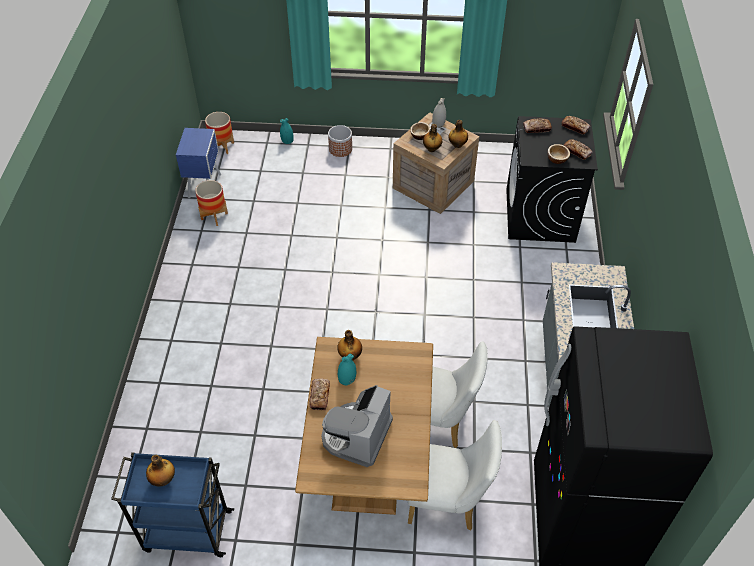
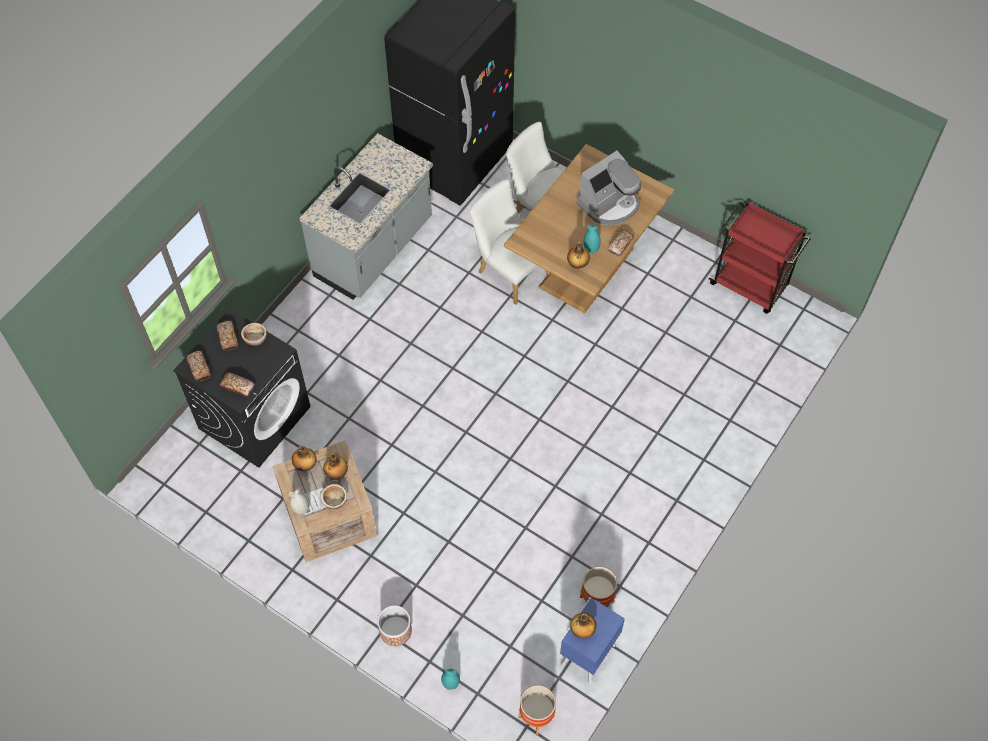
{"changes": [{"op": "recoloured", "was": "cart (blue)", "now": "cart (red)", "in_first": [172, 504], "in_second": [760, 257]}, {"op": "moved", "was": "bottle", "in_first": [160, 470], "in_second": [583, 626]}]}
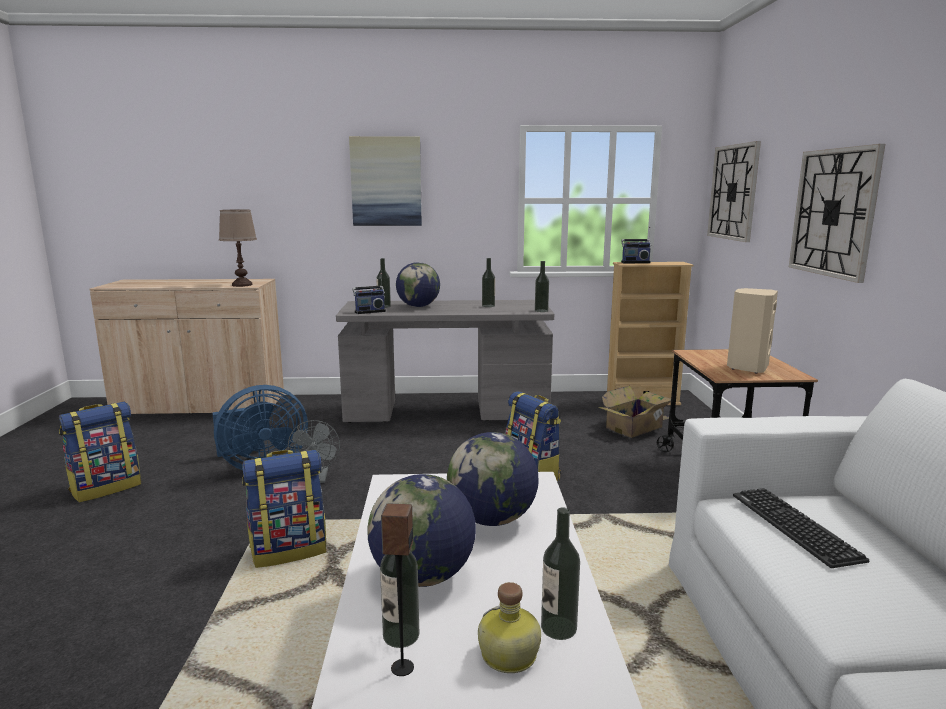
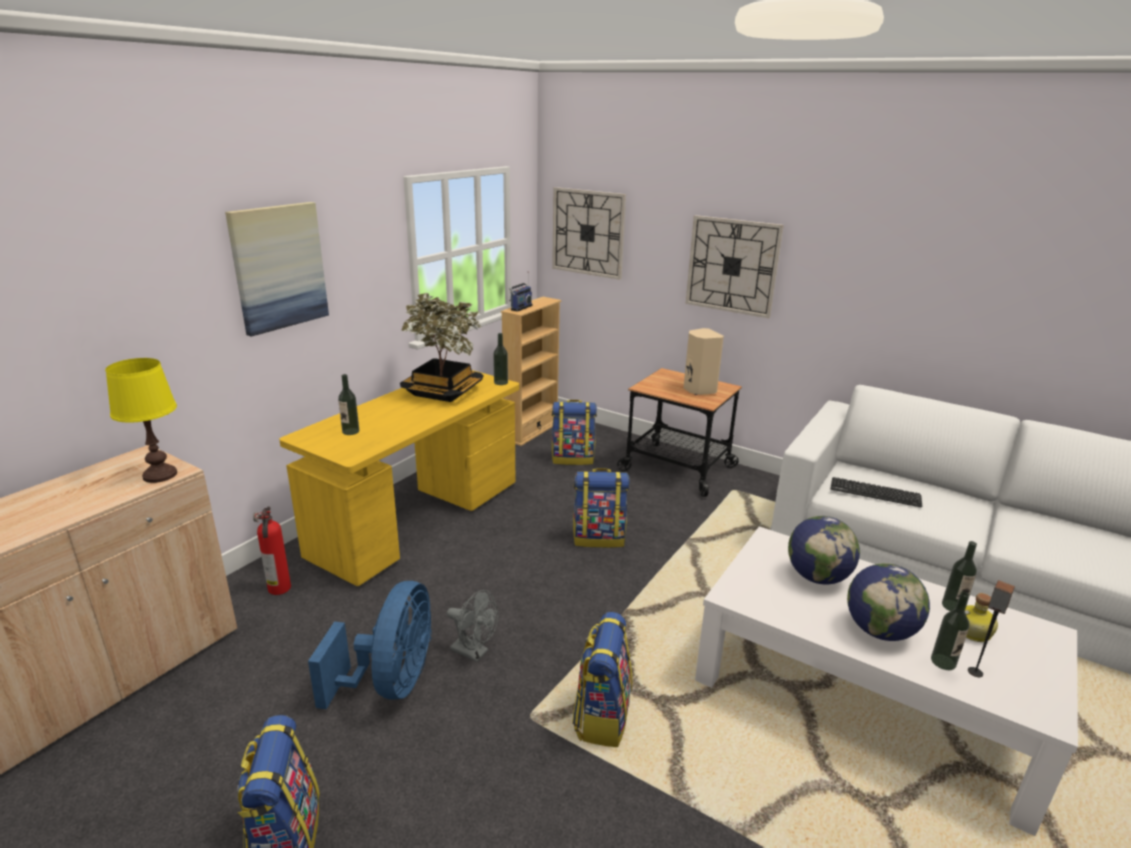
{"changes": [{"op": "recoloured", "was": "table lamp (brown)", "now": "table lamp (yellow)", "in_first": [238, 248], "in_second": [141, 420]}, {"op": "recoloured", "was": "desk (grey)", "now": "desk (yellow)", "in_first": [445, 361], "in_second": [399, 478]}, {"op": "removed", "was": "radio", "in_first": [369, 293]}, {"op": "removed", "was": "globe", "in_first": [418, 284]}, {"op": "replaced", "was": "bottle", "now": "potted plant", "in_first": [488, 282], "in_second": [442, 347]}, {"op": "replaced", "was": "cardboard box", "now": "backpack", "in_first": [634, 412], "in_second": [574, 432]}, {"op": "added", "now": "fire extinguisher", "in_second": [272, 551]}]}
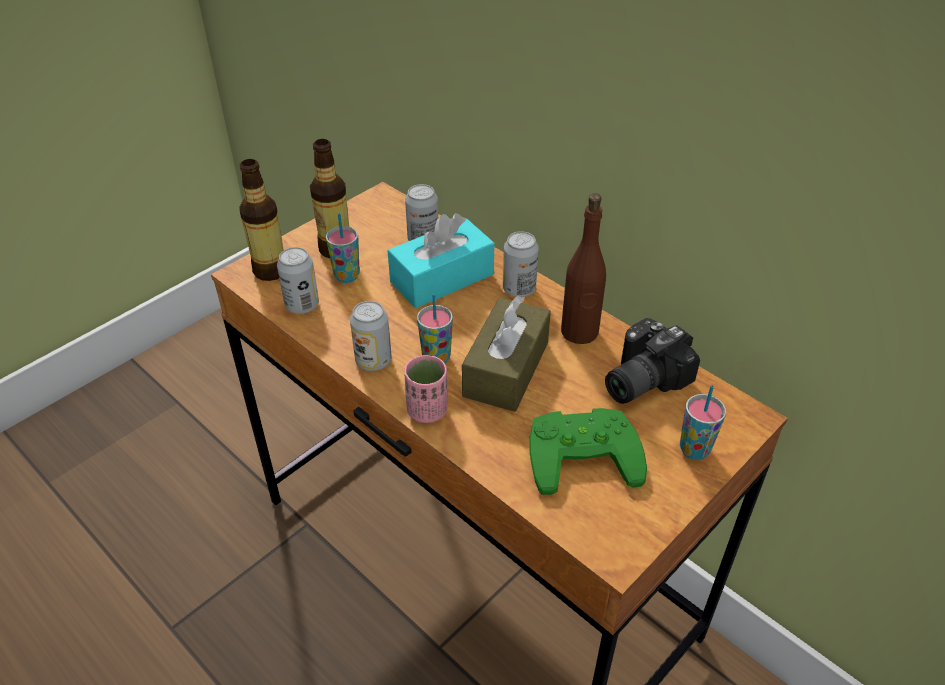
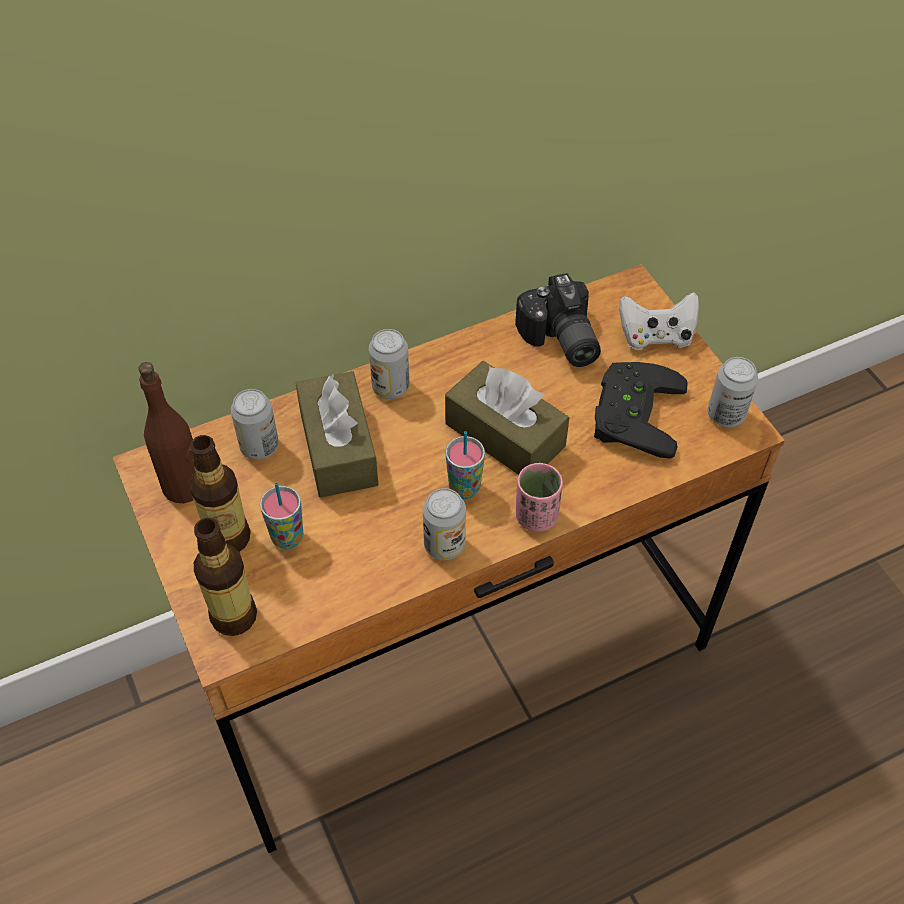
{"changes": [{"op": "moved", "was": "can", "in_first": [298, 280], "in_second": [733, 392]}, {"op": "recoloured", "was": "tissue box (turquoise)", "now": "tissue box (brown)", "in_first": [441, 260], "in_second": [337, 434]}, {"op": "recoloured", "was": "game controller (green)", "now": "game controller (black)", "in_first": [588, 451], "in_second": [641, 410]}, {"op": "moved", "was": "bottle (brown)", "in_first": [583, 268], "in_second": [166, 432]}, {"op": "replaced", "was": "cup", "now": "game controller (white)", "in_first": [703, 422], "in_second": [659, 321]}]}
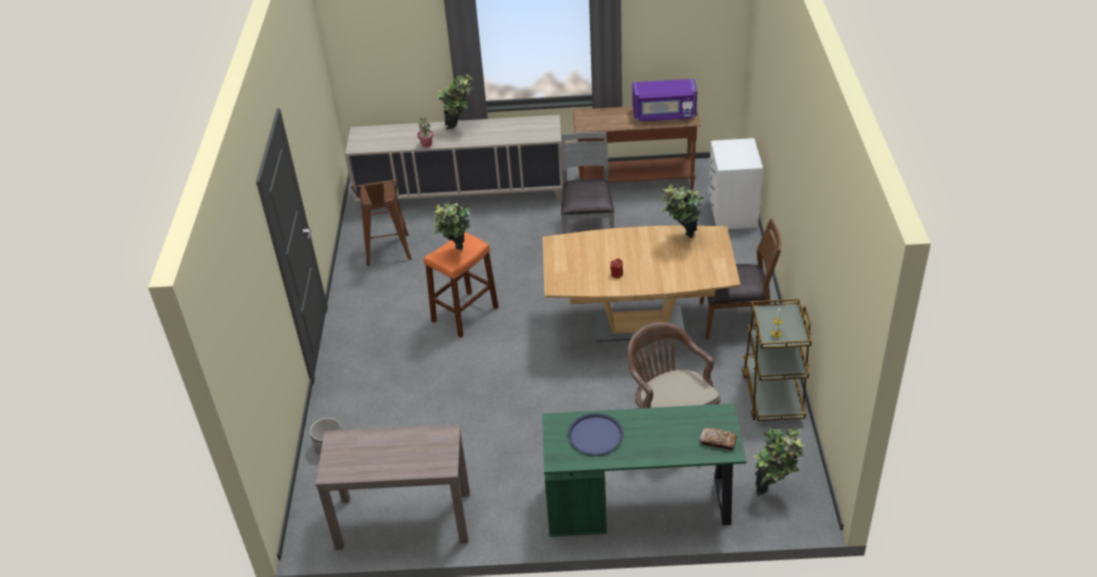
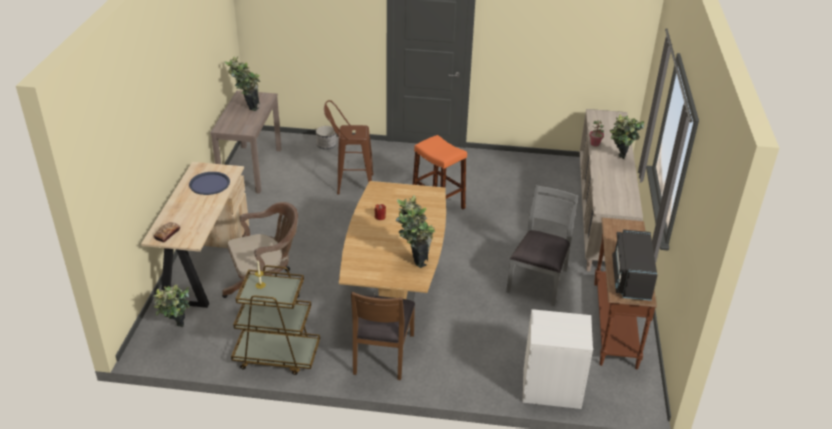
{"changes": [{"op": "moved", "was": "stool (brown)", "in_first": [381, 223], "in_second": [349, 147]}, {"op": "moved", "was": "potted plant", "in_first": [452, 226], "in_second": [242, 83]}, {"op": "recoloured", "was": "desk (green)", "now": "desk (beige)", "in_first": [644, 470], "in_second": [195, 235]}, {"op": "turned", "was": "chair (grey)", "in_first": [587, 183], "in_second": [542, 245], "clockwise": -75}, {"op": "recoloured", "was": "microwave (purple)", "now": "microwave (black)", "in_first": [664, 100], "in_second": [634, 265]}]}
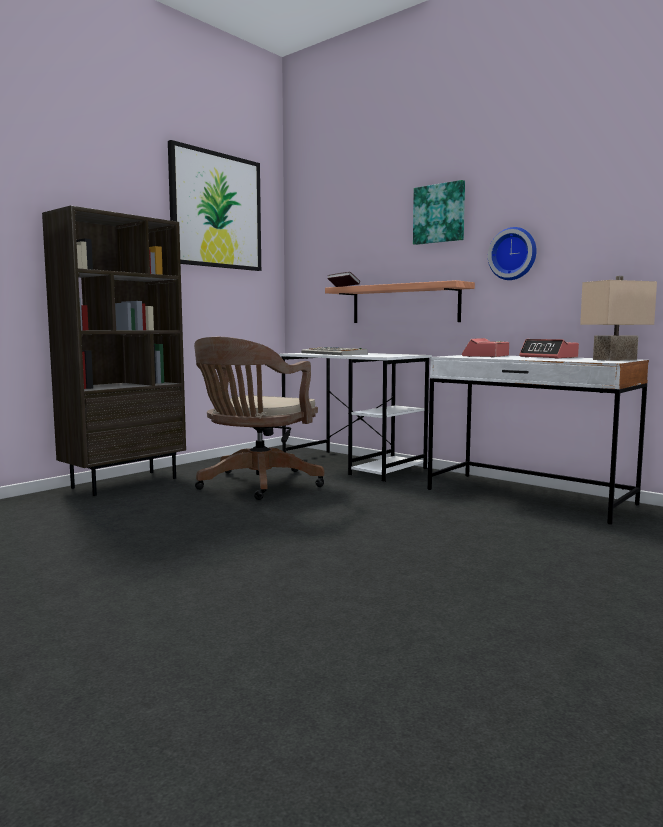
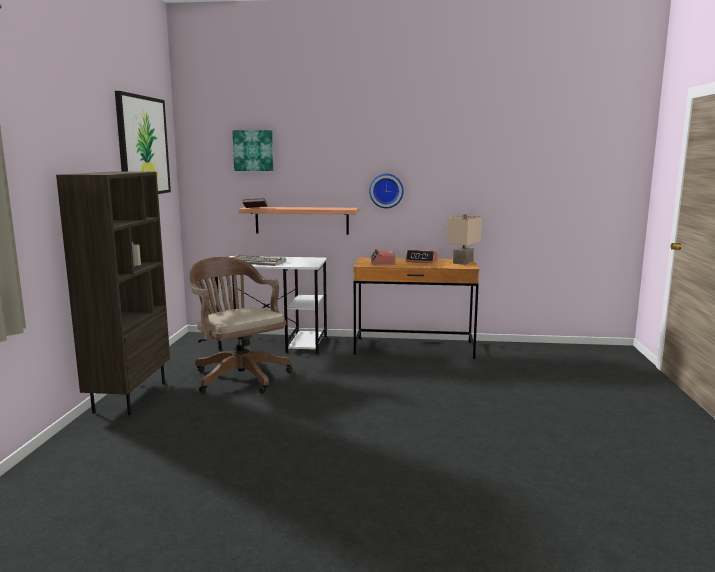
{"changes": [{"op": "turned", "was": "office chair (brown)", "in_first": [259, 418], "in_second": [241, 325], "clockwise": 150}, {"op": "moved", "was": "picture", "in_first": [439, 212], "in_second": [253, 150]}, {"op": "recoloured", "was": "desk (white)", "now": "desk (brown)", "in_first": [538, 440], "in_second": [416, 308]}]}
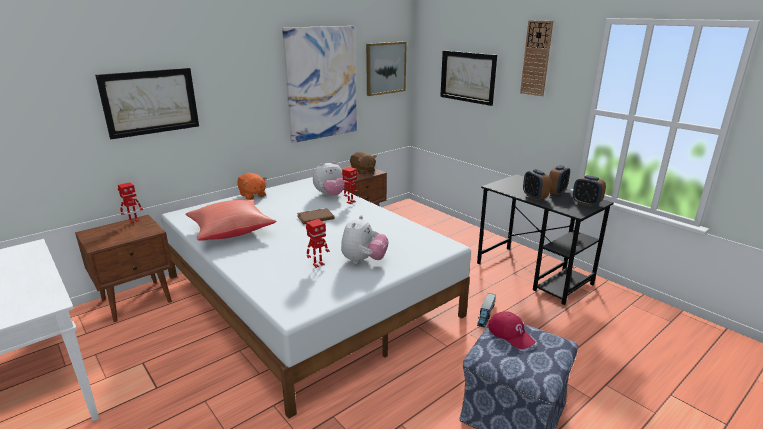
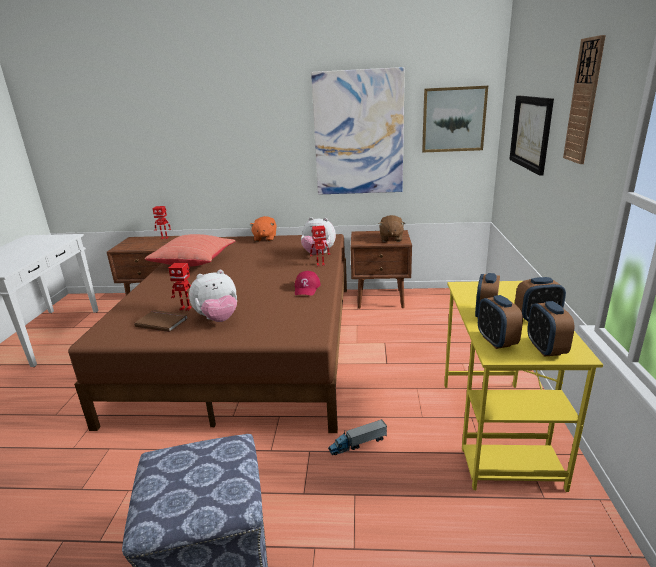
{"changes": [{"op": "removed", "was": "picture", "in_first": [147, 103]}, {"op": "recoloured", "was": "bed (white)", "now": "bed (brown)", "in_first": [316, 298], "in_second": [207, 333]}, {"op": "moved", "was": "book (brown)", "in_first": [315, 216], "in_second": [161, 321]}, {"op": "recoloured", "was": "desk (black)", "now": "desk (yellow)", "in_first": [545, 239], "in_second": [523, 386]}, {"op": "moved", "was": "cap (red)", "in_first": [512, 330], "in_second": [308, 283]}, {"op": "added", "now": "alarm clock", "in_second": [500, 322]}]}
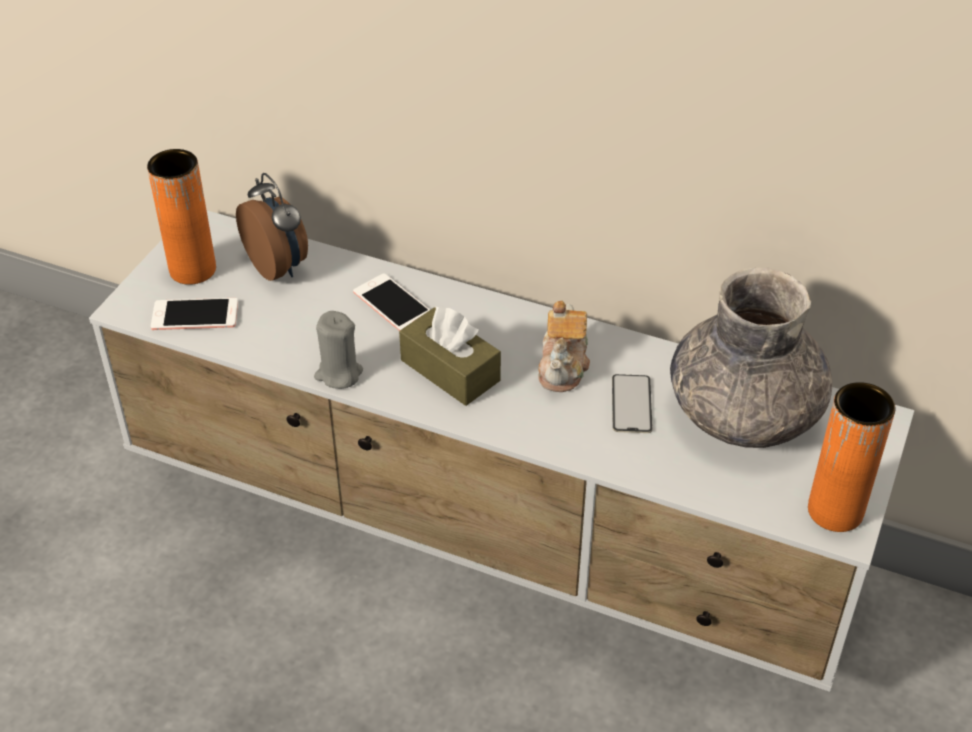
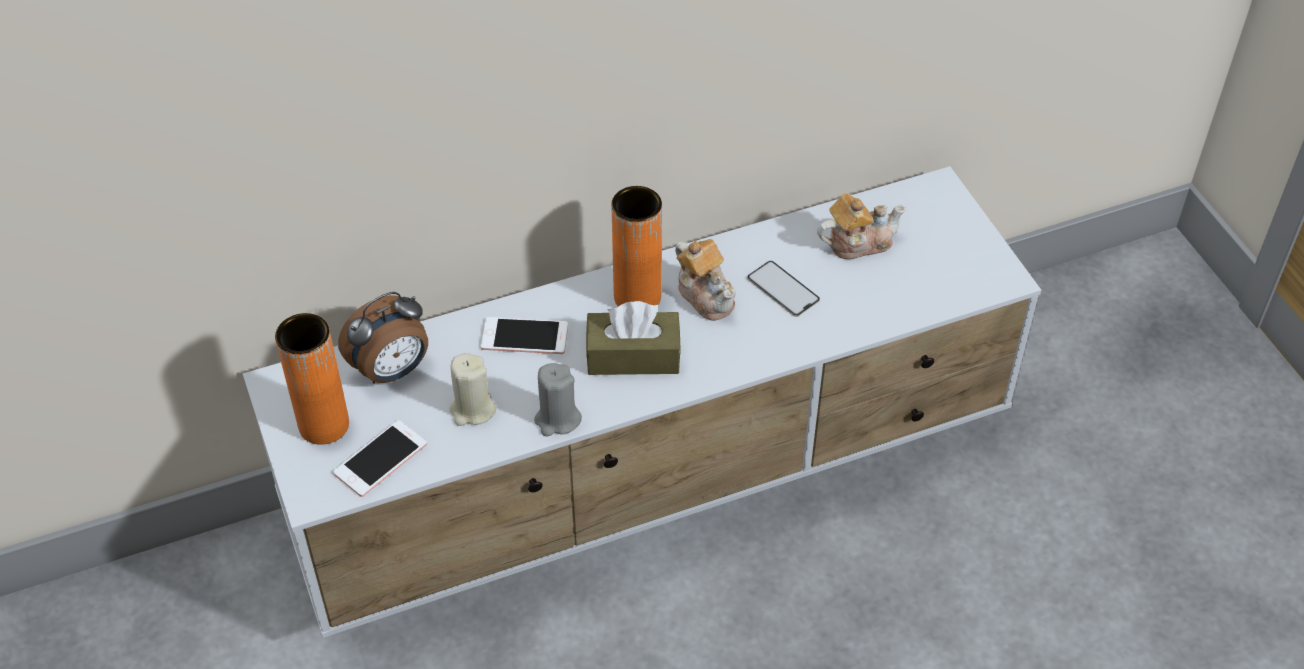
{"changes": [{"op": "turned", "was": "alarm clock", "in_first": [272, 227], "in_second": [383, 338], "clockwise": 135}, {"op": "replaced", "was": "vase (grey)", "now": "teapot", "in_first": [751, 358], "in_second": [861, 226]}, {"op": "moved", "was": "vase (orange)", "in_first": [852, 457], "in_second": [636, 246]}, {"op": "added", "now": "candle (beige)", "in_second": [472, 389]}]}
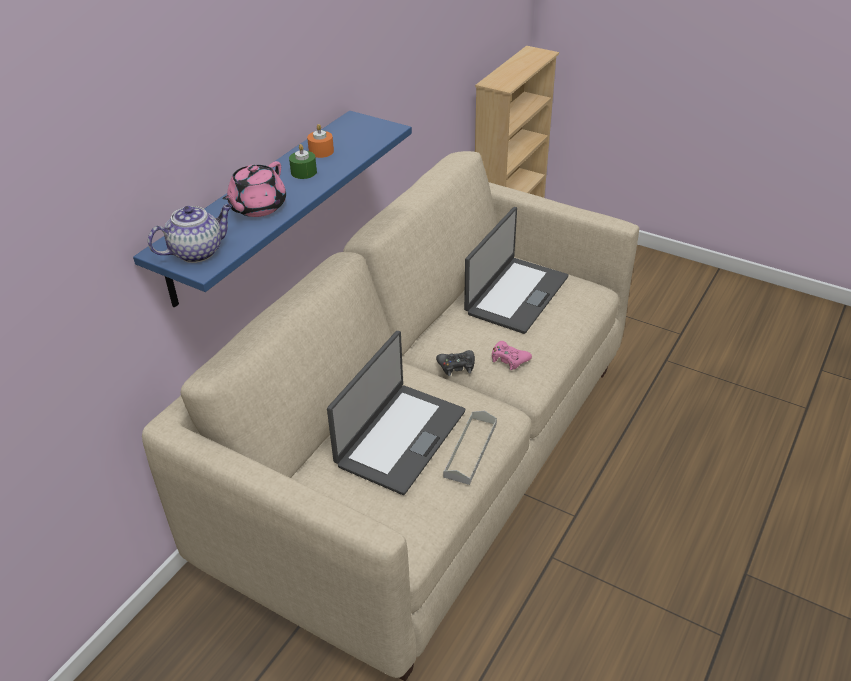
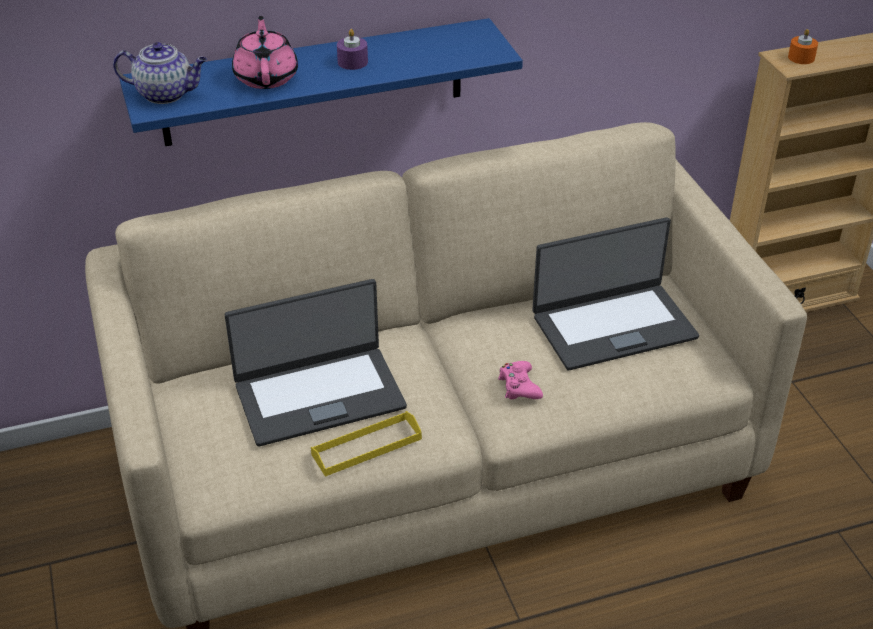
{"changes": [{"op": "turned", "was": "teapot (pink)", "in_first": [254, 189], "in_second": [265, 52], "clockwise": 105}, {"op": "recoloured", "was": "candle (green)", "now": "candle (purple)", "in_first": [303, 161], "in_second": [352, 49]}, {"op": "moved", "was": "candle (orange)", "in_first": [320, 141], "in_second": [803, 46]}, {"op": "removed", "was": "game controller (black)", "in_first": [455, 363]}, {"op": "recoloured", "was": "tray (grey)", "now": "tray (yellow)", "in_first": [470, 448], "in_second": [366, 444]}]}
